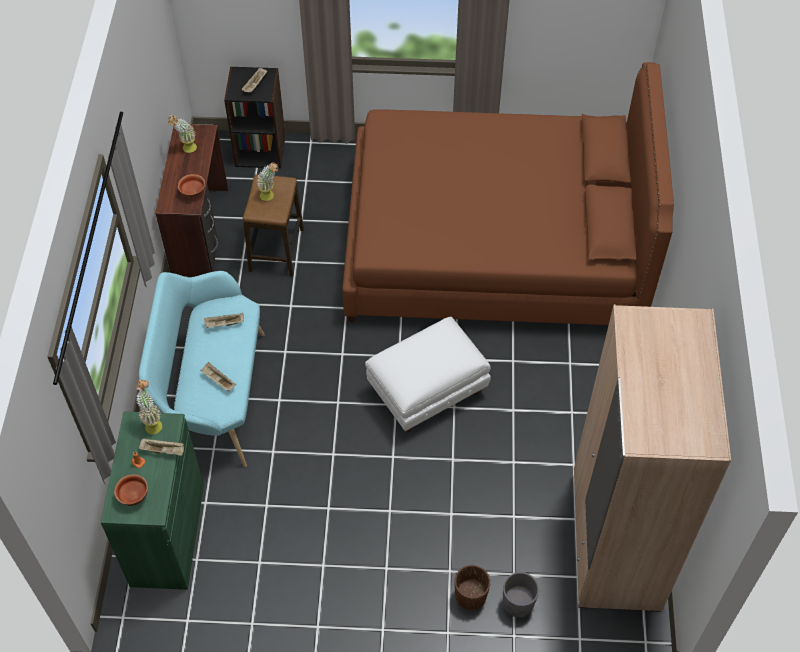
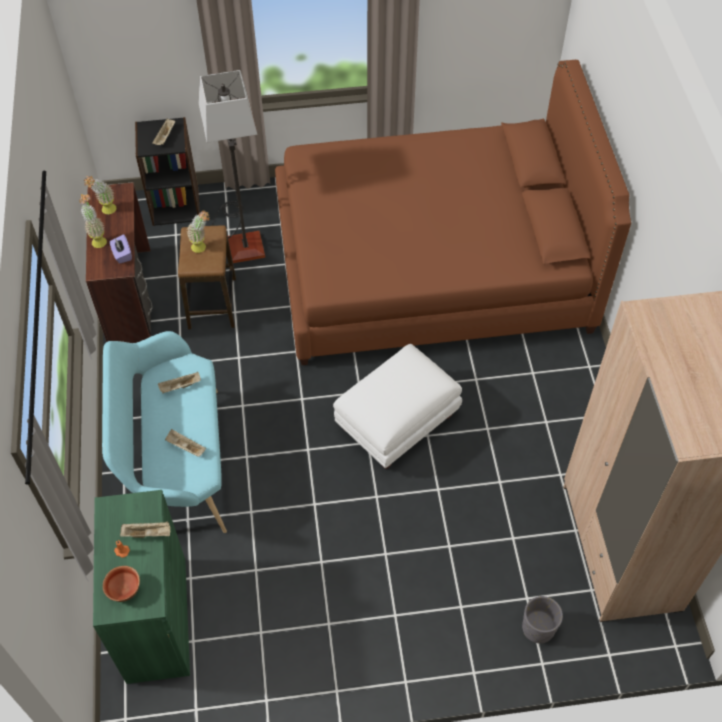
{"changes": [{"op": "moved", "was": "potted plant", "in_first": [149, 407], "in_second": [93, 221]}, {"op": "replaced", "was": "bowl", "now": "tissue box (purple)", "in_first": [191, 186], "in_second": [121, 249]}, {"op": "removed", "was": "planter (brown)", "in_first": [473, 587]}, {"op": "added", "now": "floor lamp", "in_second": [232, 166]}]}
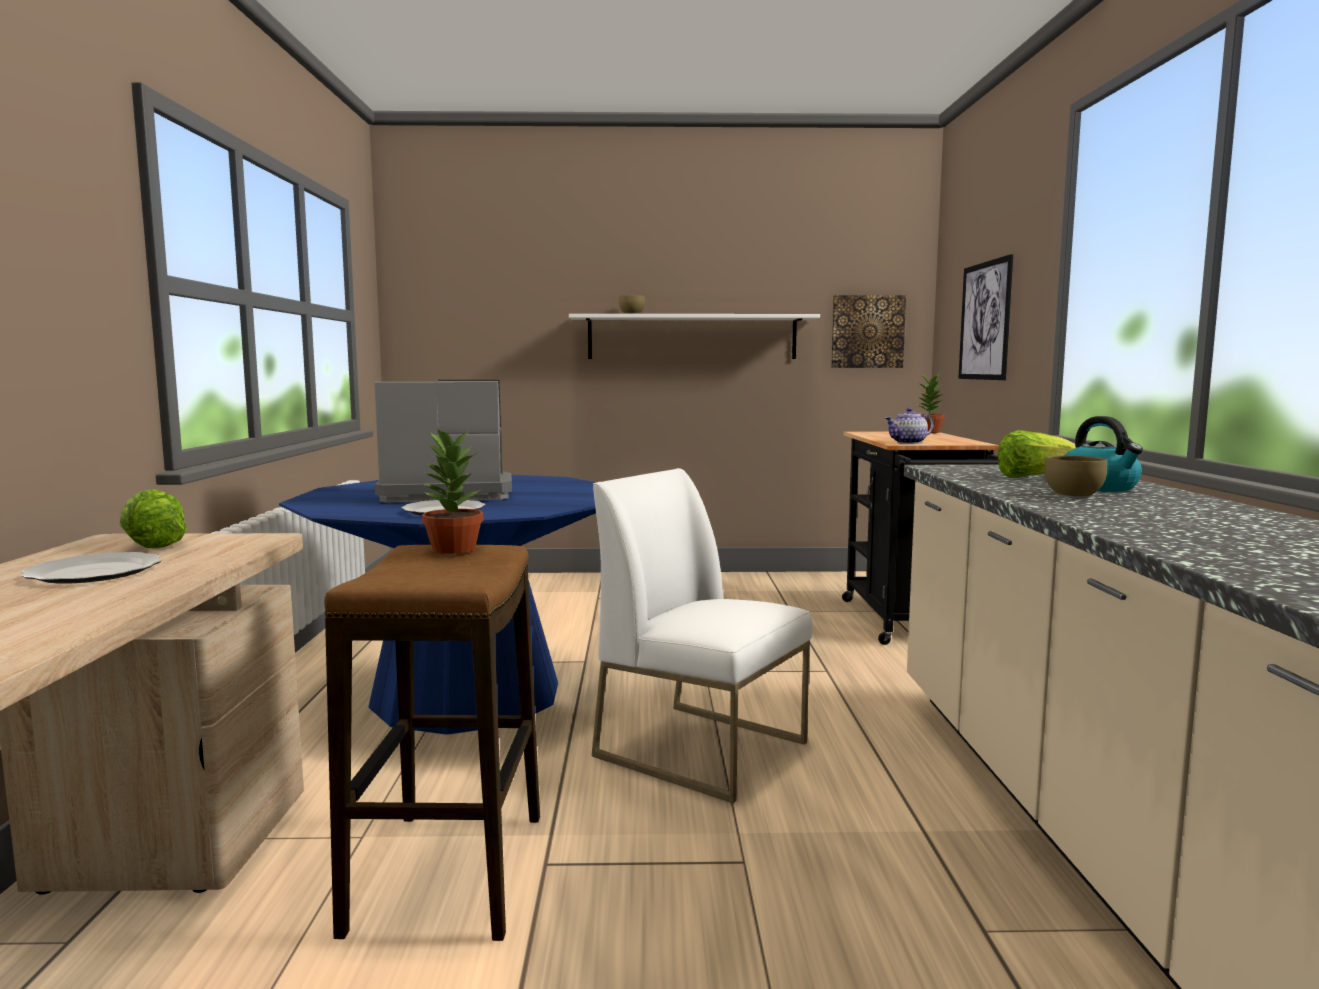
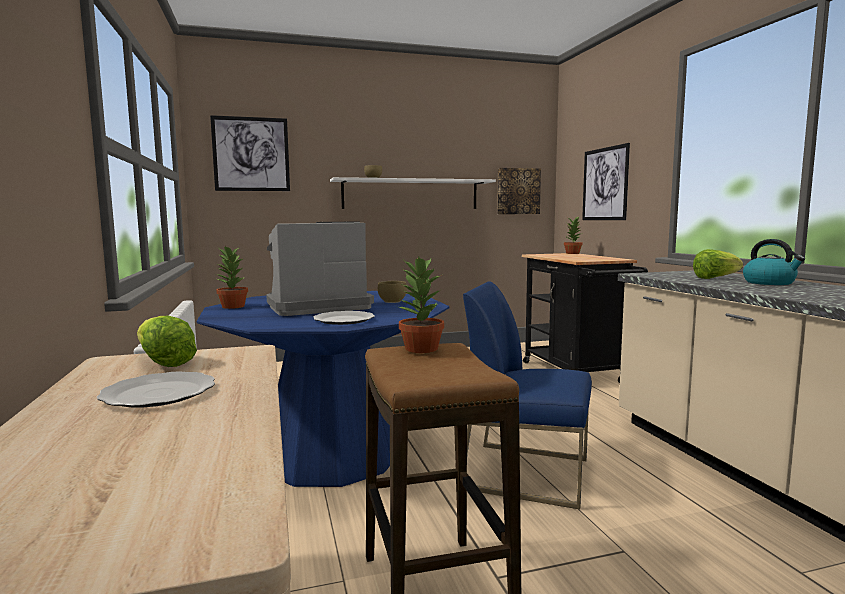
{"changes": [{"op": "recoloured", "was": "chair (white)", "now": "chair (blue)", "in_first": [702, 635], "in_second": [527, 395]}, {"op": "removed", "was": "teapot", "in_first": [909, 426]}, {"op": "moved", "was": "bowl (brown)", "in_first": [1075, 477], "in_second": [392, 292]}, {"op": "added", "now": "picture", "in_second": [250, 153]}, {"op": "added", "now": "potted plant", "in_second": [232, 277]}]}
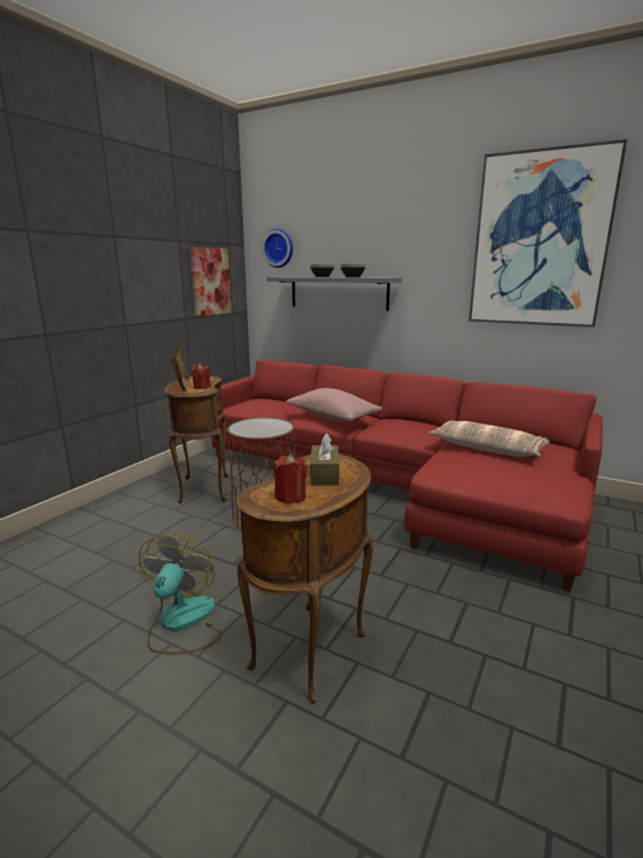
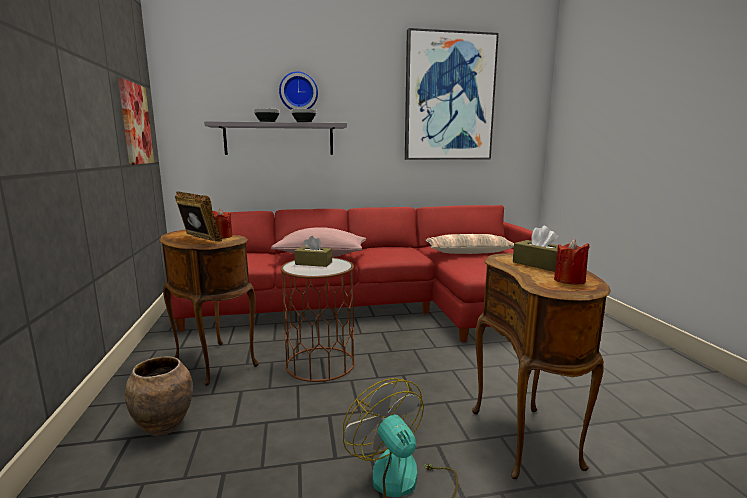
{"changes": [{"op": "moved", "was": "wall clock", "in_first": [277, 248], "in_second": [298, 91]}, {"op": "added", "now": "vase (brown)", "in_second": [159, 396]}, {"op": "added", "now": "tissue box (brown)", "in_second": [313, 251]}]}
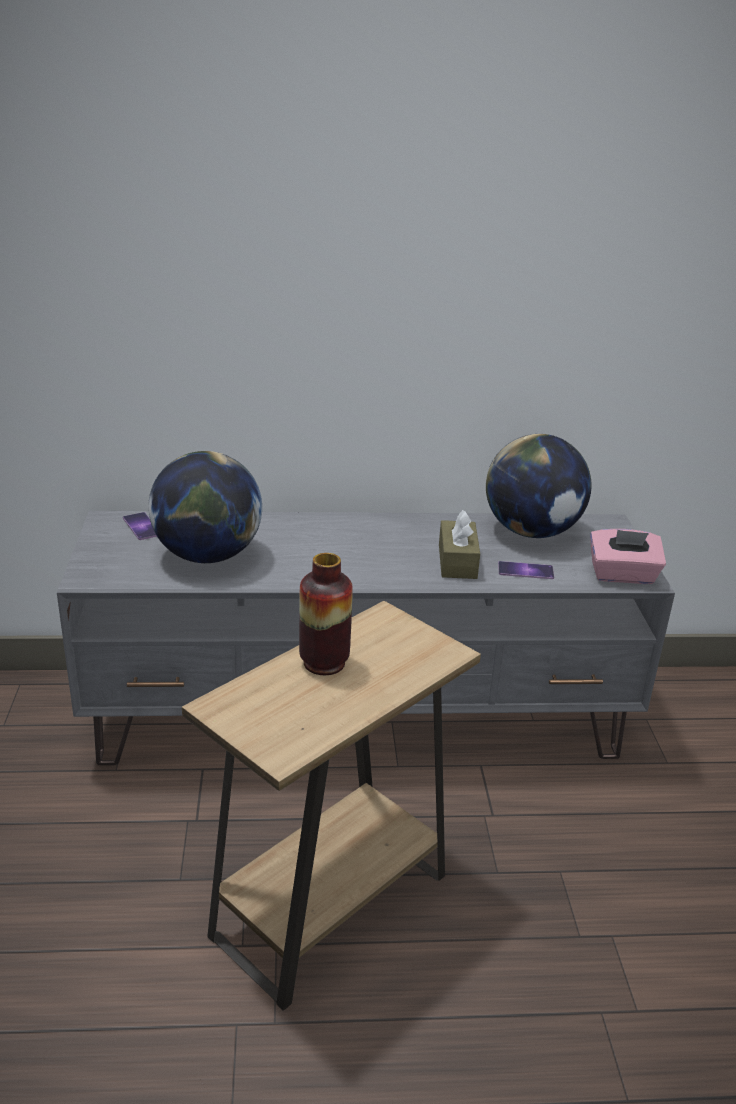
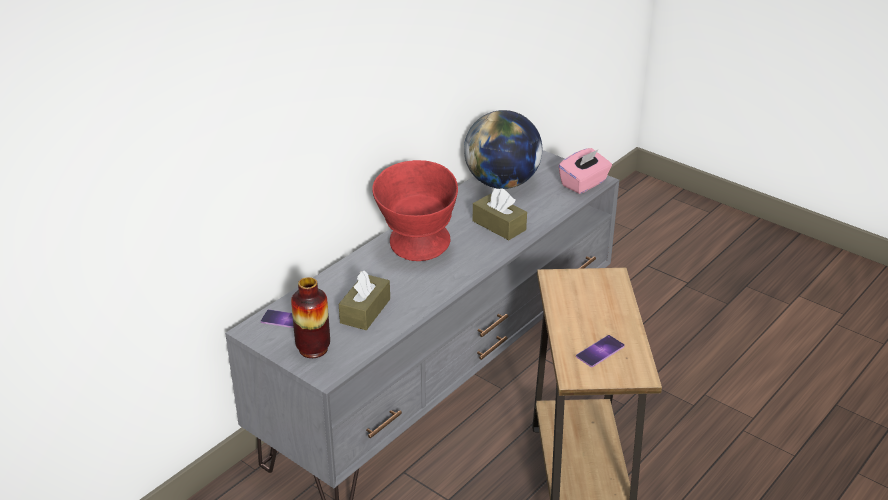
{"changes": [{"op": "replaced", "was": "globe", "now": "tissue box (brown)", "in_first": [205, 507], "in_second": [364, 300]}, {"op": "moved", "was": "vase", "in_first": [326, 614], "in_second": [310, 317]}, {"op": "moved", "was": "phone", "in_first": [526, 570], "in_second": [600, 351]}, {"op": "added", "now": "bowl (red)", "in_second": [415, 210]}]}
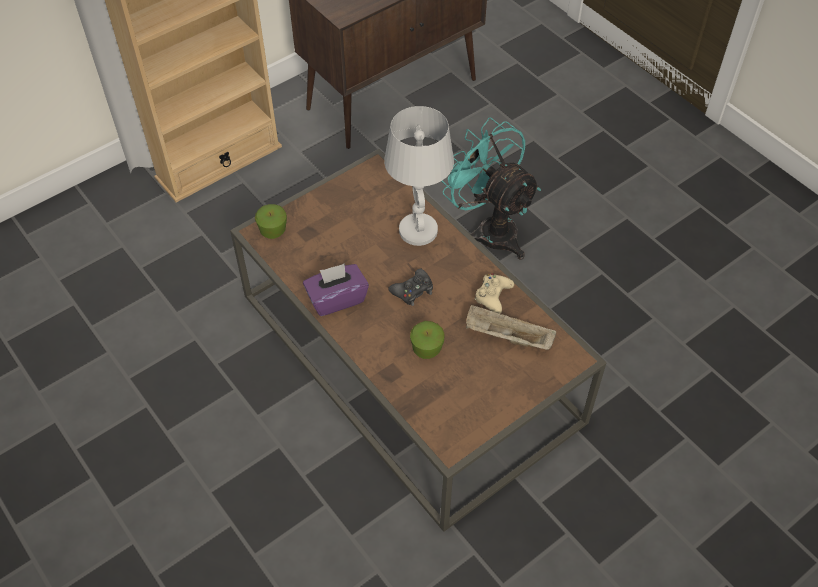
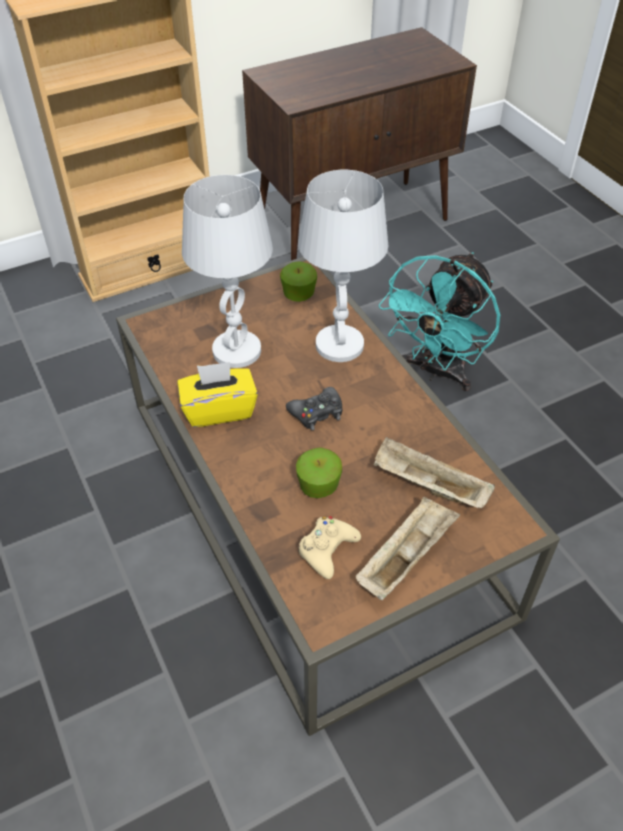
{"changes": [{"op": "moved", "was": "apple", "in_first": [271, 221], "in_second": [298, 281]}, {"op": "recoloured", "was": "tissue box (purple)", "now": "tissue box (yellow)", "in_first": [336, 289], "in_second": [217, 394]}, {"op": "turned", "was": "fan (turquoise)", "in_first": [491, 188], "in_second": [439, 321], "clockwise": -120}, {"op": "moved", "was": "game controller (beige)", "in_first": [494, 293], "in_second": [329, 547]}, {"op": "added", "now": "table lamp (white)", "in_second": [227, 271]}, {"op": "added", "now": "tray (beige)", "in_second": [408, 548]}]}
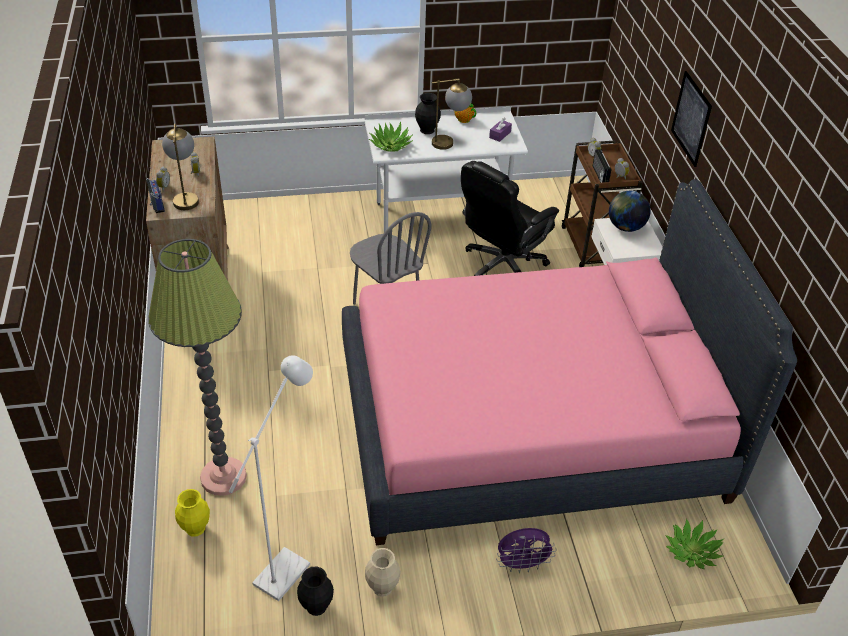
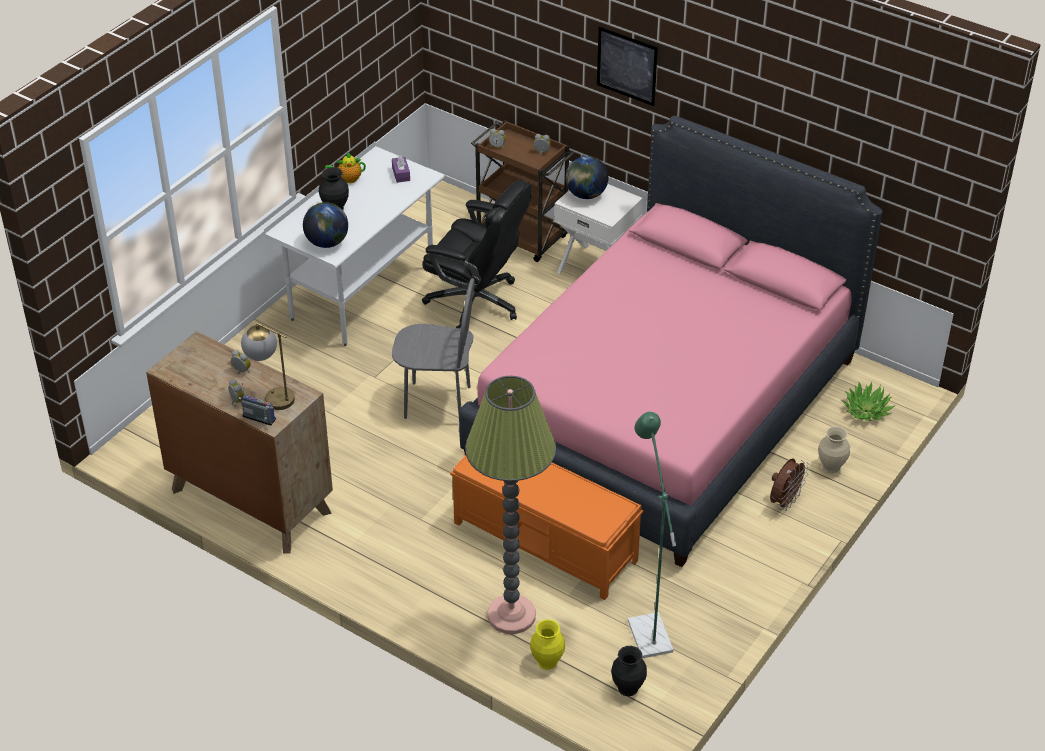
{"changes": [{"op": "recoloured", "was": "floor lamp (white)", "now": "floor lamp (green)", "in_first": [270, 478], "in_second": [652, 535]}, {"op": "moved", "was": "vase (black)", "in_first": [315, 591], "in_second": [629, 671]}, {"op": "moved", "was": "vase (beige)", "in_first": [383, 572], "in_second": [834, 449]}, {"op": "replaced", "was": "potted plant", "now": "globe", "in_first": [391, 137], "in_second": [325, 225]}, {"op": "removed", "was": "table lamp", "in_first": [452, 114]}, {"op": "turned", "was": "office chair (black)", "in_first": [510, 218], "in_second": [477, 254], "clockwise": -60}, {"op": "recoloured", "was": "fan (purple)", "now": "fan (brown)", "in_first": [526, 550], "in_second": [789, 484]}, {"op": "removed", "was": "radio", "in_first": [602, 166]}, {"op": "added", "now": "bench (orange)", "in_second": [546, 527]}]}
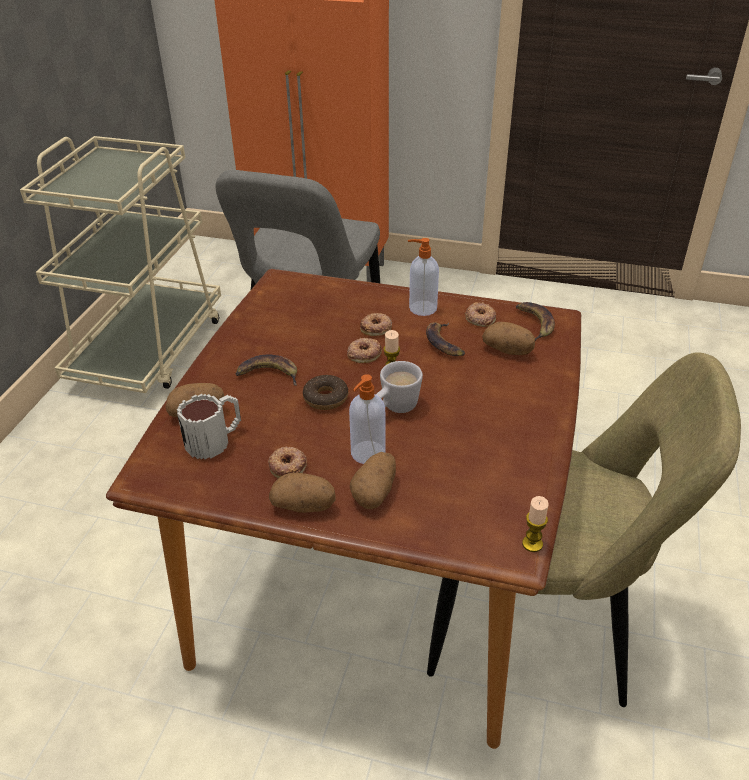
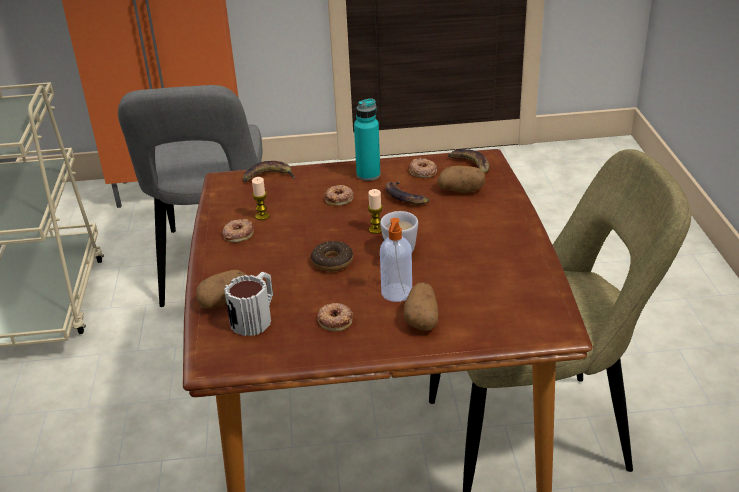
{"changes": [{"op": "moved", "was": "banana", "in_first": [266, 370], "in_second": [269, 171]}, {"op": "removed", "was": "potato", "in_first": [302, 493]}, {"op": "moved", "was": "donut", "in_first": [364, 350], "in_second": [238, 231]}, {"op": "replaced", "was": "soap dispenser", "now": "bottle (turquoise)", "in_first": [423, 277], "in_second": [367, 139]}, {"op": "moved", "was": "candle", "in_first": [535, 524], "in_second": [260, 198]}]}
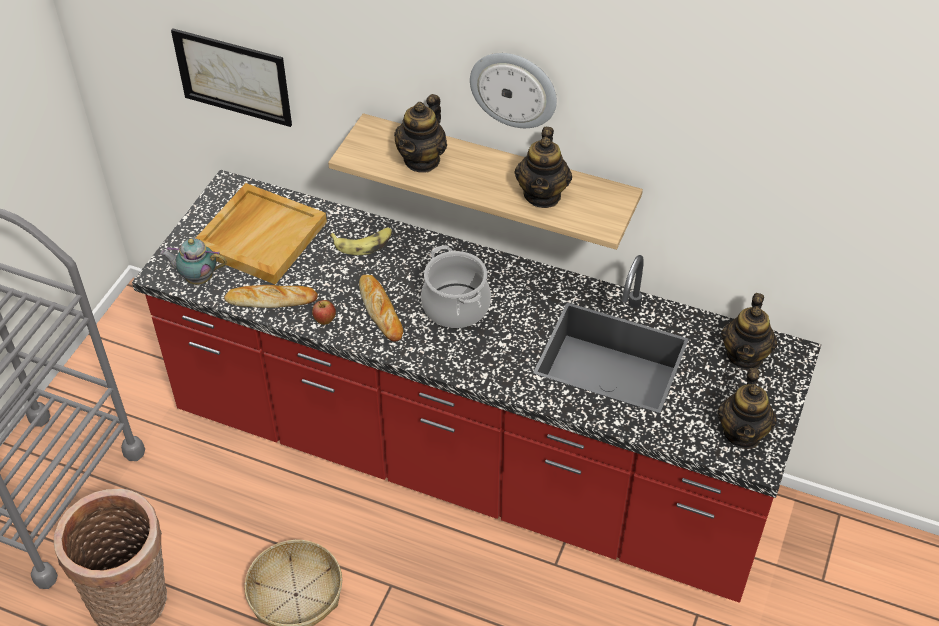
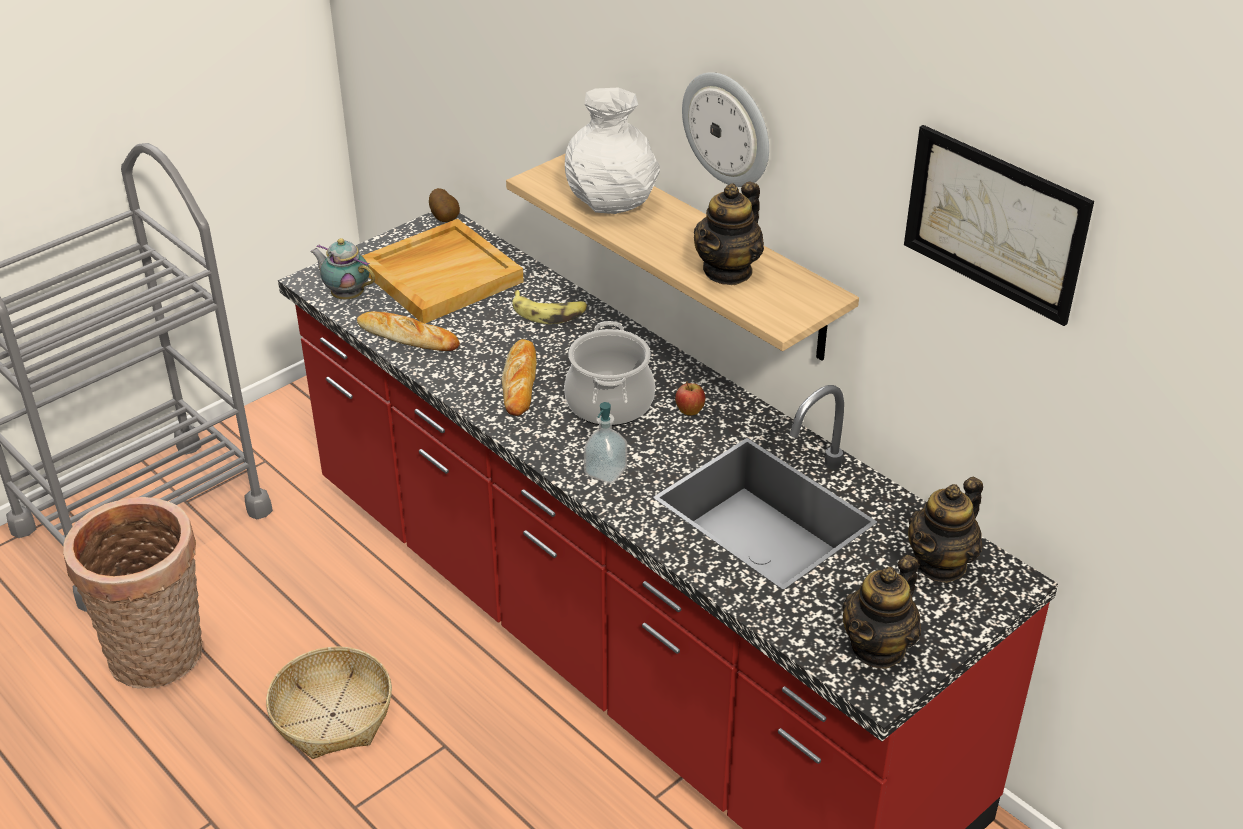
{"changes": [{"op": "moved", "was": "picture", "in_first": [231, 77], "in_second": [999, 225]}, {"op": "moved", "was": "apple", "in_first": [324, 312], "in_second": [690, 398]}, {"op": "replaced", "was": "teapot", "now": "vase (white)", "in_first": [420, 133], "in_second": [612, 151]}, {"op": "added", "now": "potato", "in_second": [444, 205]}, {"op": "added", "now": "soap dispenser", "in_second": [605, 443]}]}
